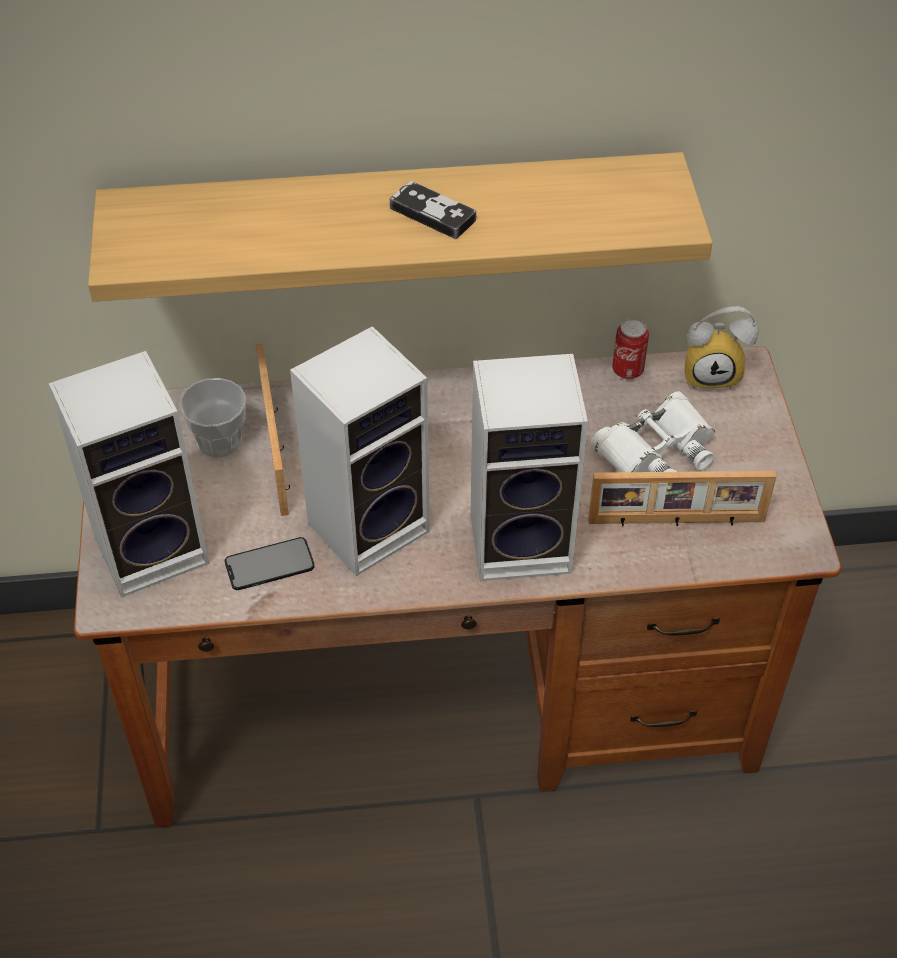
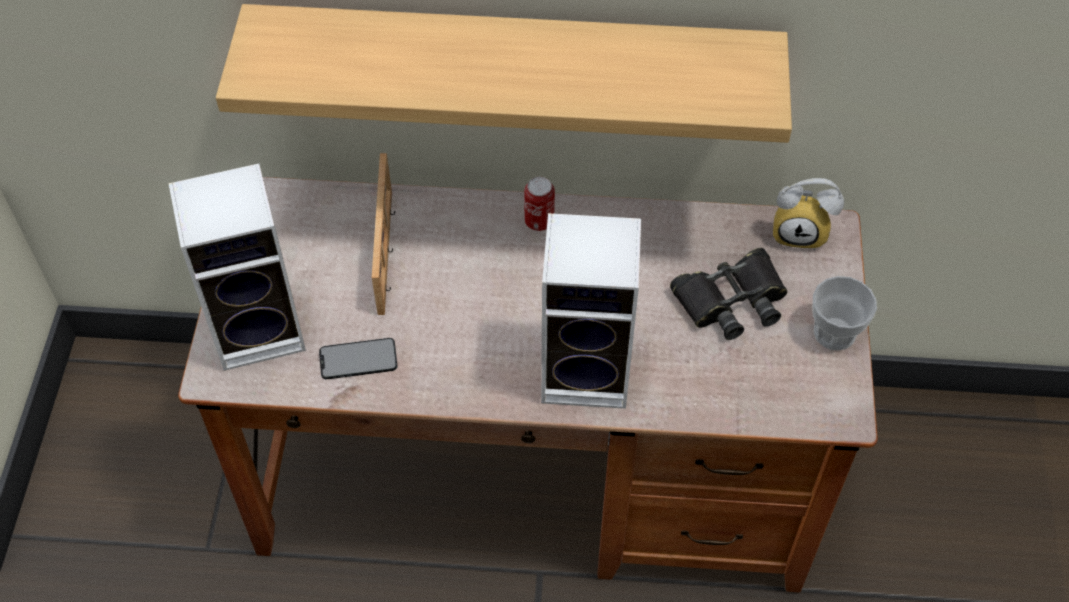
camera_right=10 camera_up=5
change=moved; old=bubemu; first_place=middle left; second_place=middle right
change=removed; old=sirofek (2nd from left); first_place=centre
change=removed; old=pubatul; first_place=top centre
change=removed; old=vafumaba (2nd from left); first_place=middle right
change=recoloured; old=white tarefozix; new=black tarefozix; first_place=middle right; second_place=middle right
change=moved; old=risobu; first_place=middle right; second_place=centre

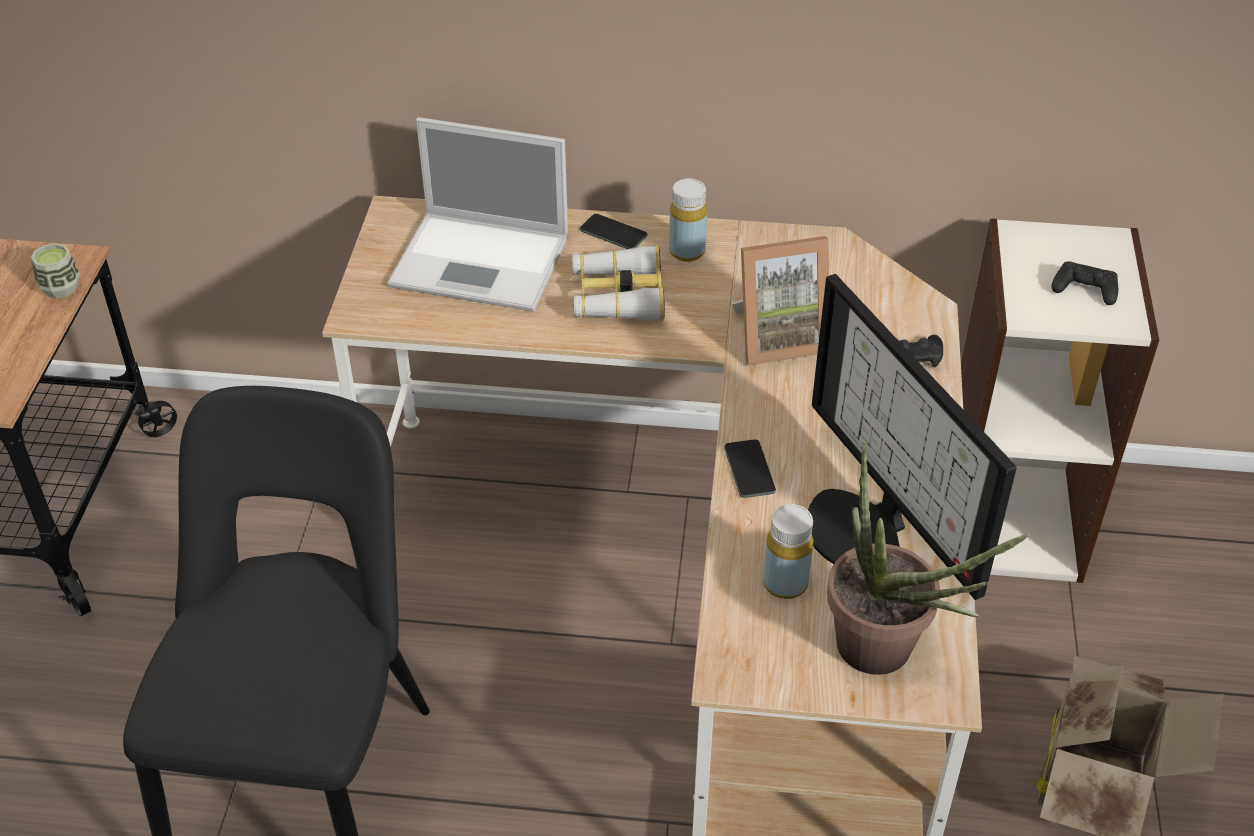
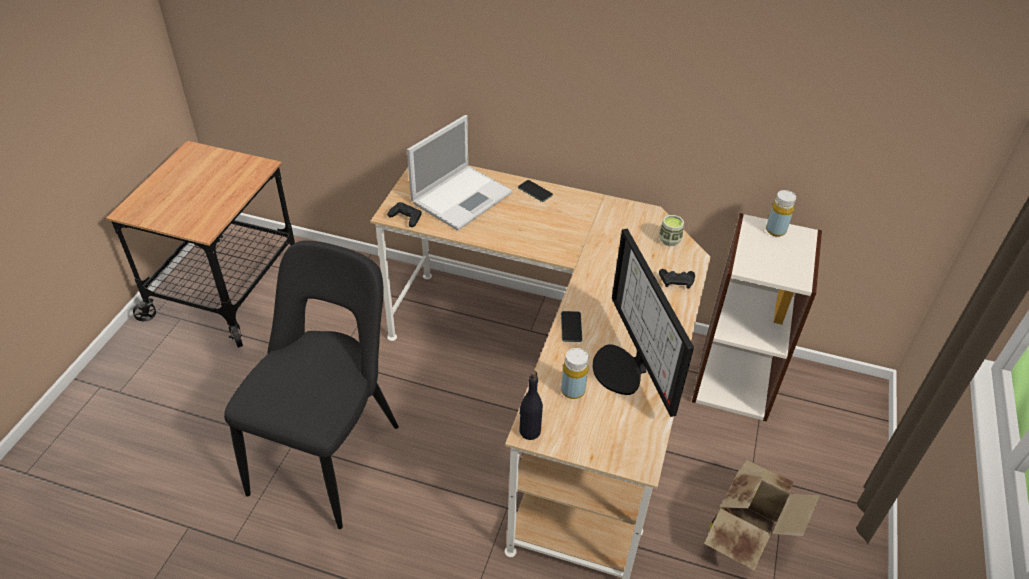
camera_right=10 camera_up=0
change=moved; old=bubemu; first_place=top left; second_place=centre
change=turned; old=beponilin; first_place=top centre; second_place=top centre; degrees=-75
change=removed; old=tarefozix; first_place=centre
change=moved; old=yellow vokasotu (1st from left in the first image); new=yellow vokasotu (2nd from left); first_place=top centre; second_place=middle right
change=removed; old=vafumaba; first_place=centre
change=removed; old=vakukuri; first_place=bottom right
change=moved; old=black pubatul (2nd from left in the first image); new=black pubatul (1st from left); first_place=middle right; second_place=centre
change=added; new=black vokasotu; second_place=bottom centre

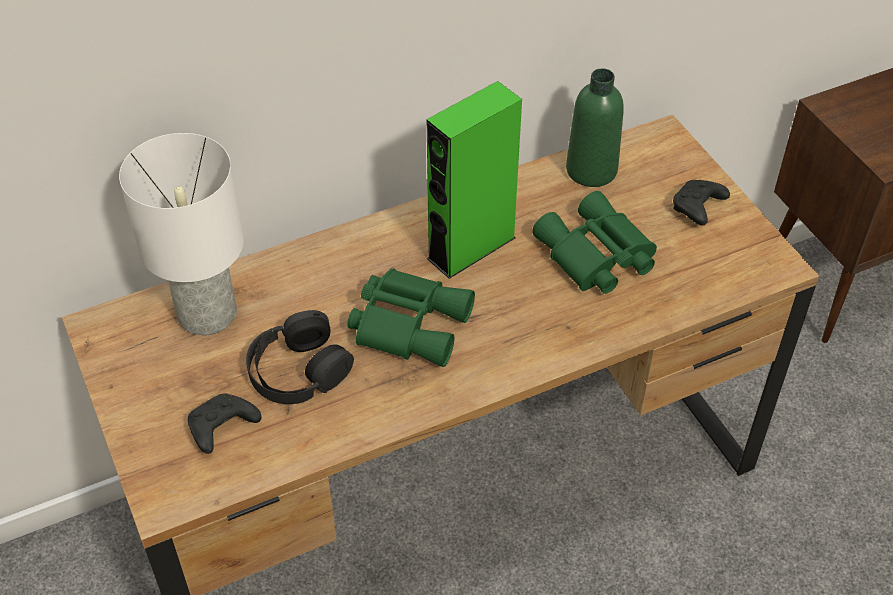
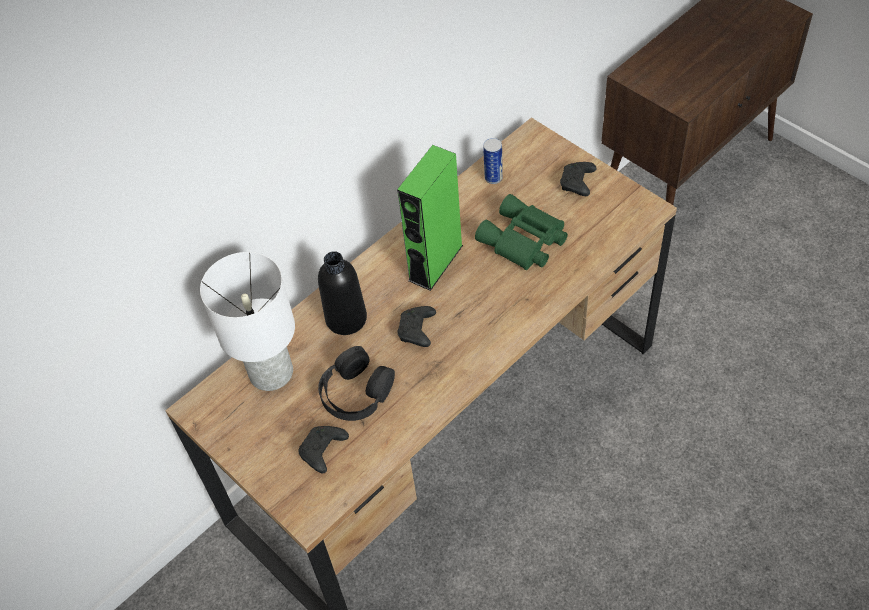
camera_right=-15 camera_up=5
change=replaced; old=green tarefozix (1st from left); new=black pubatul (2nd from left); first_place=centre; second_place=centre
change=replaced; old=green vokasotu; new=risobu; first_place=top centre; second_place=top centre
change=added; new=black vokasotu; second_place=centre

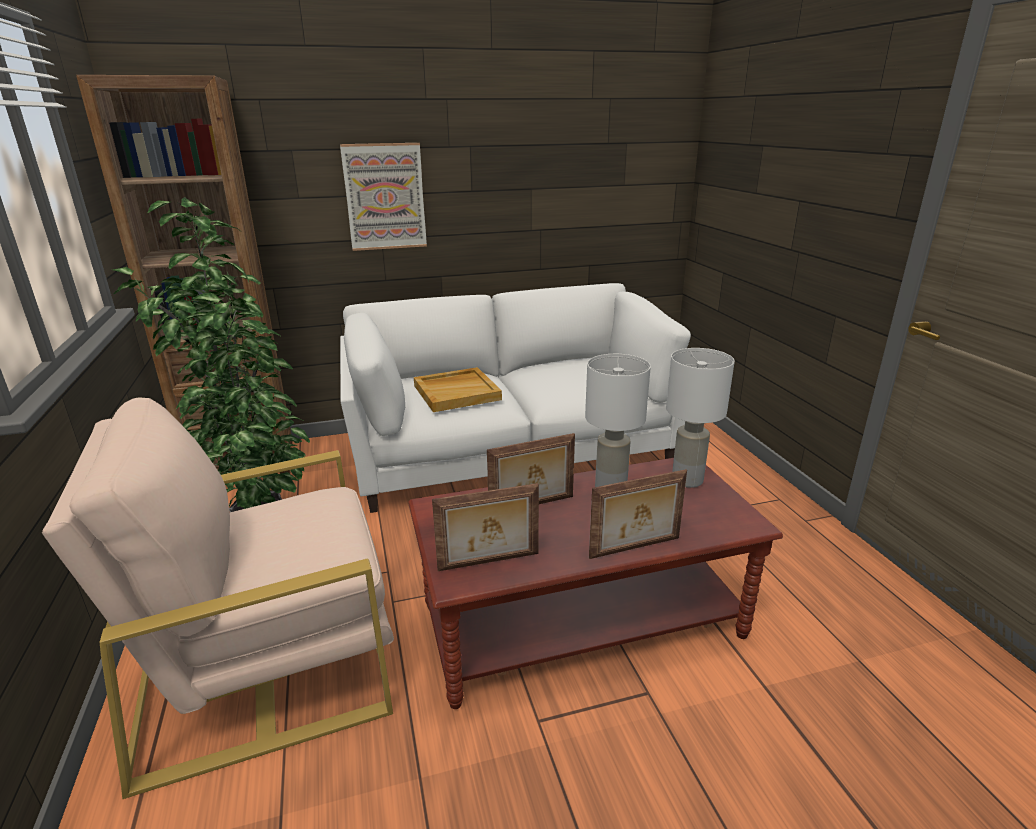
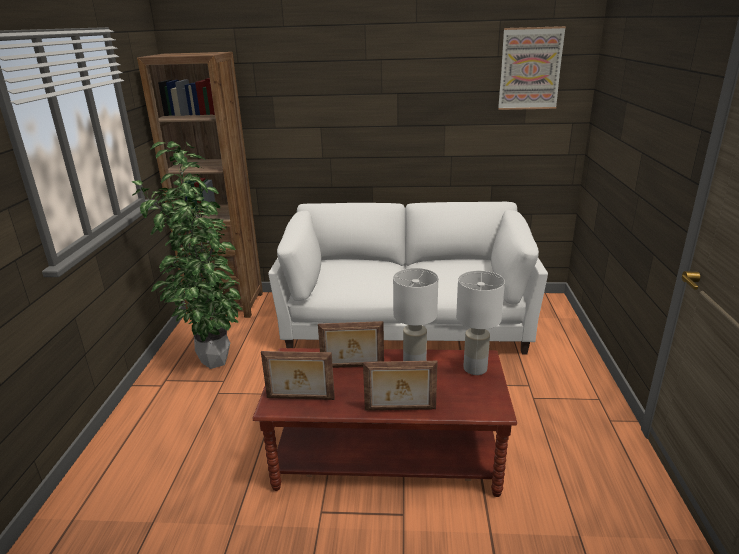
camera_right=20 camera_up=0
change=removed; old=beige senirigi; first_place=bottom left
change=moved; old=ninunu; first_place=top centre; second_place=top right
change=removed; old=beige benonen; first_place=centre

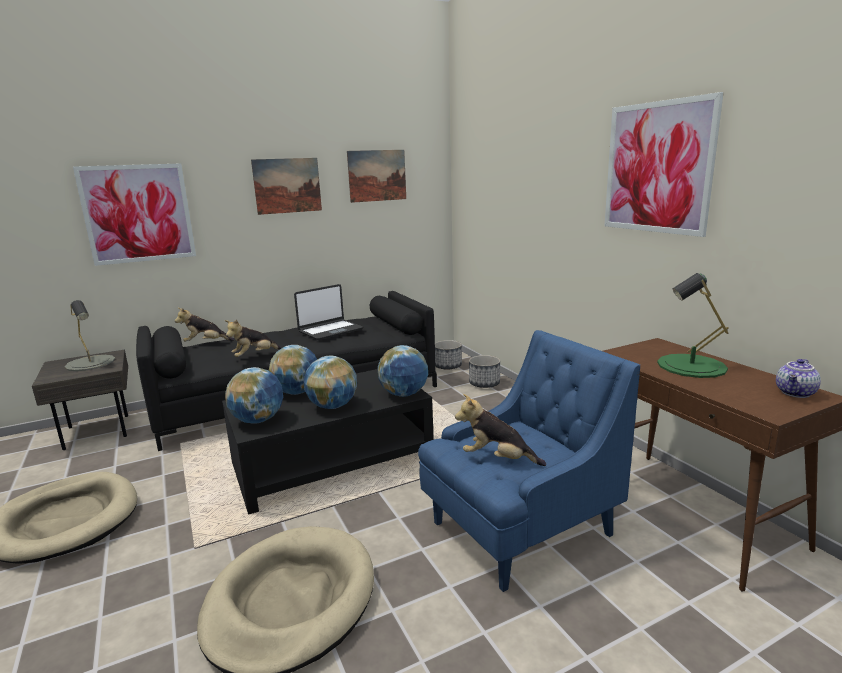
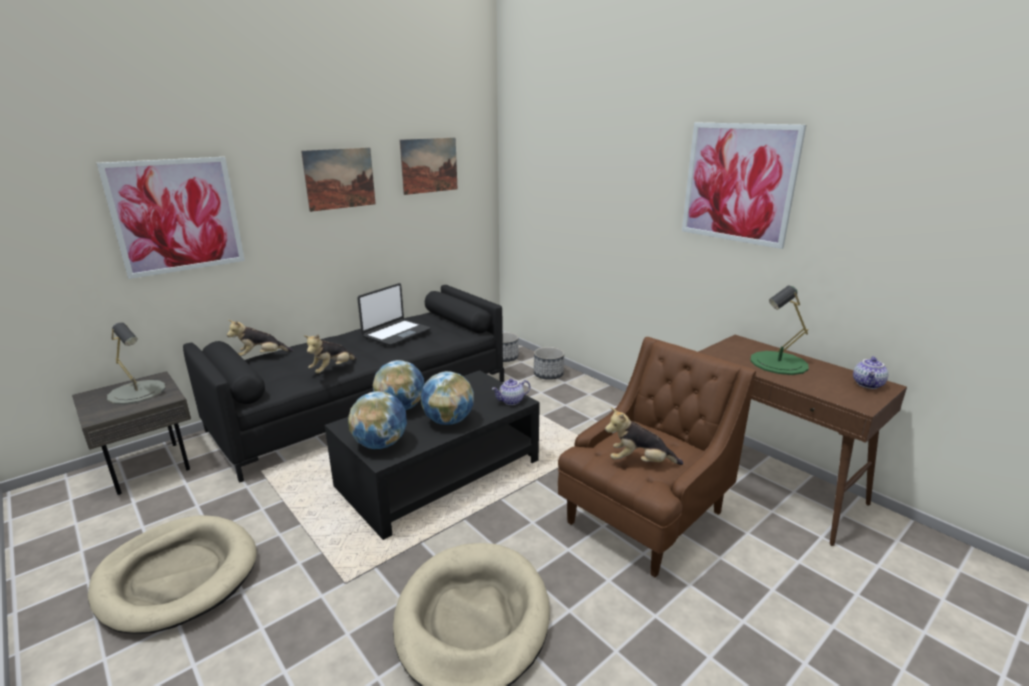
camera_right=-15 camera_up=5
change=replaced; old=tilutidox (4th from left); new=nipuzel (1st from left); first_place=centre; second_place=centre
change=recoloured; old=blue senirigi; new=brown senirigi; first_place=bottom centre; second_place=centre

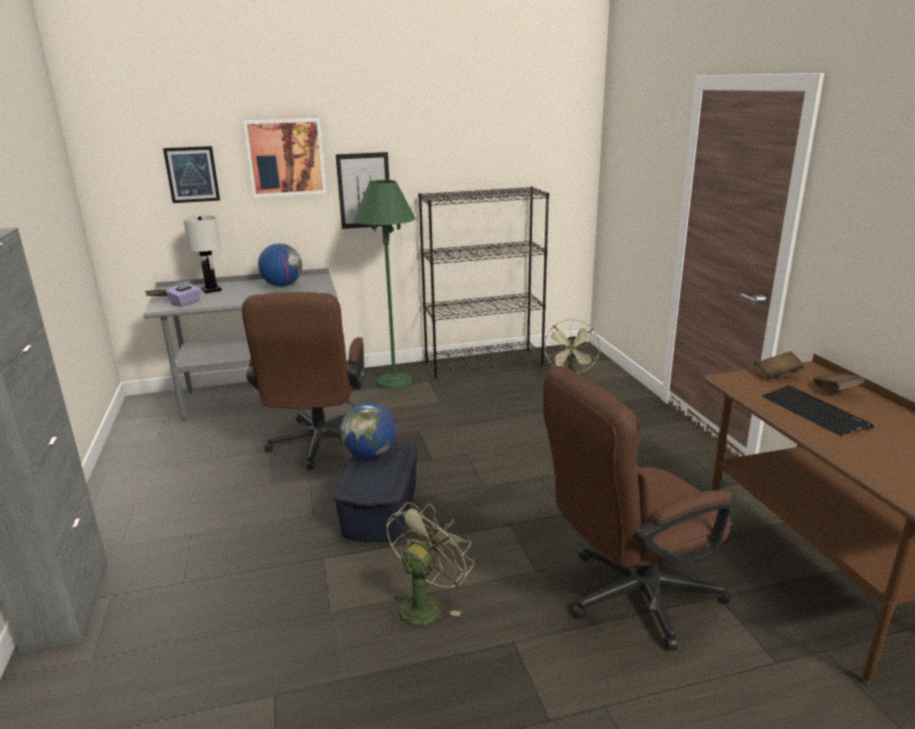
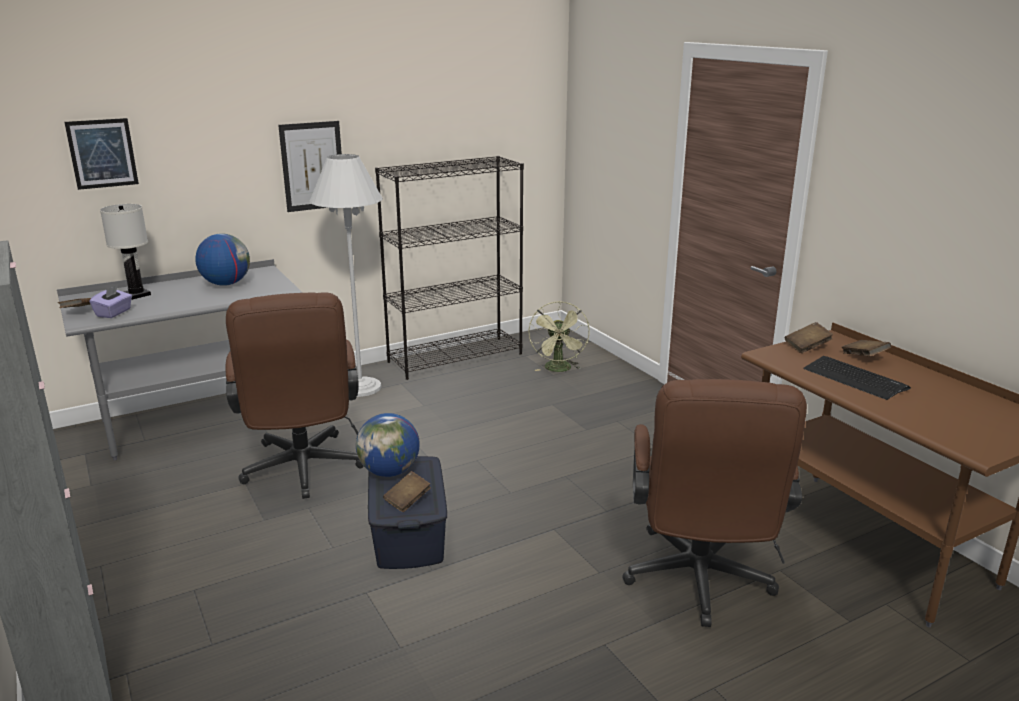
camera_right=-15 camera_up=0
change=removed; old=ninunu (2nd from left); first_place=top left
change=recoloured; old=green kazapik; new=white kazapik; first_place=centre; second_place=centre
change=removed; old=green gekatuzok (1st from left); first_place=bottom centre
change=turned; old=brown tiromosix (2nd from left); first_place=bottom right; second_place=bottom right; degrees=-45
change=added; new=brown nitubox (2nd from left); second_place=bottom centre

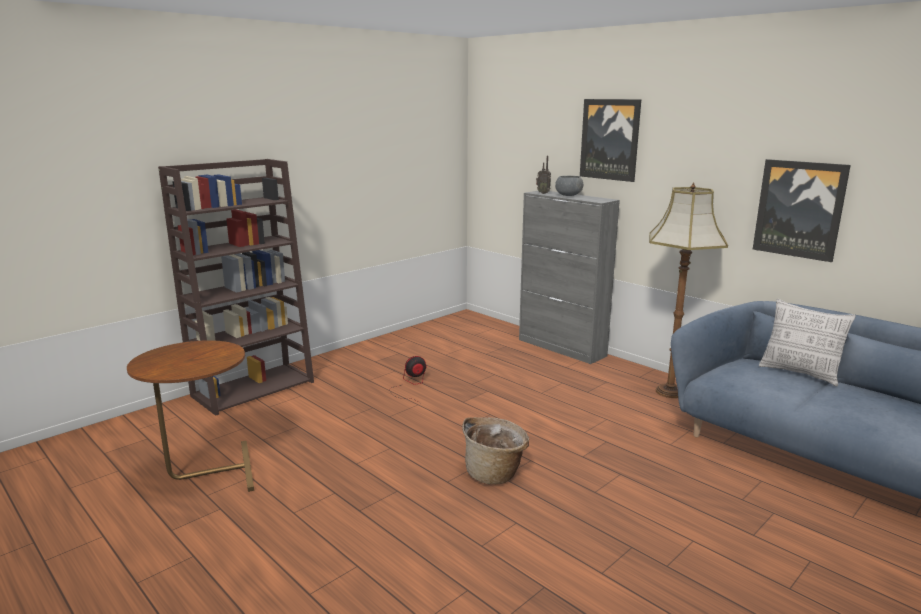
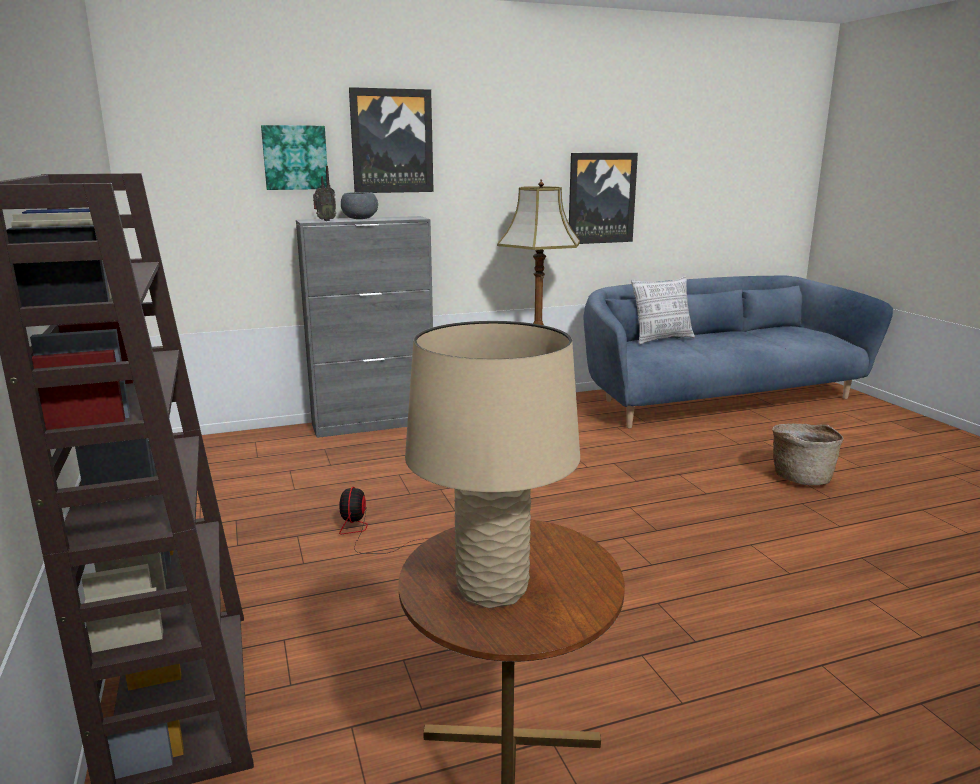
camera_right=-65 camera_up=0
change=moved; old=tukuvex; first_place=bottom centre; second_place=middle right
change=added; new=ninunu (1st from left); second_place=top left
change=added; new=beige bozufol; second_place=centre

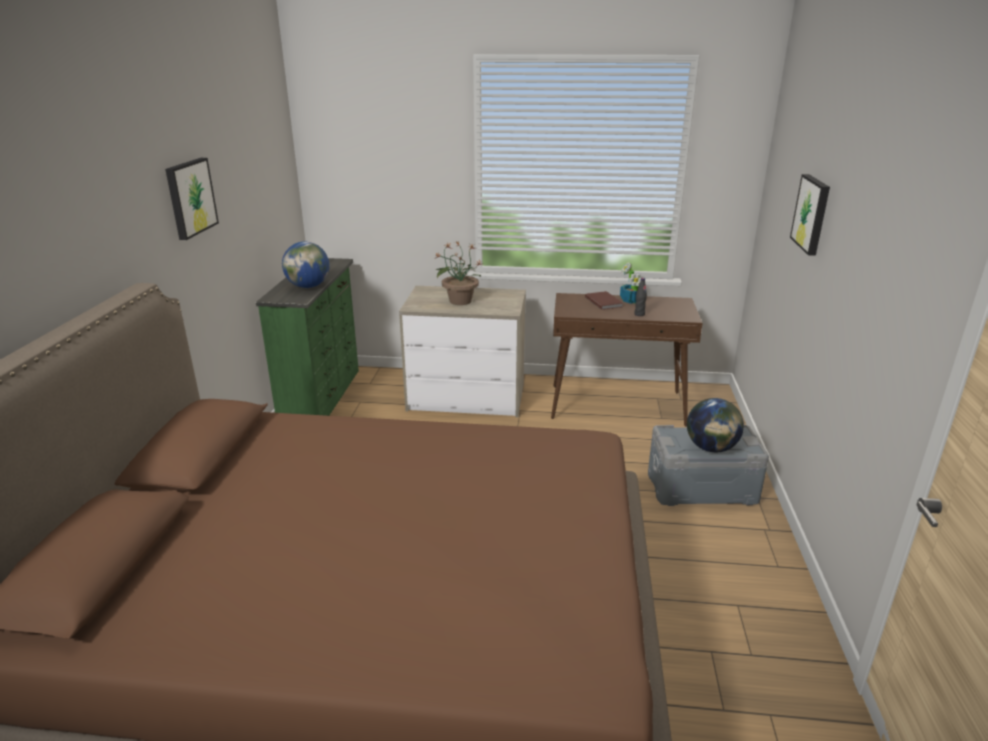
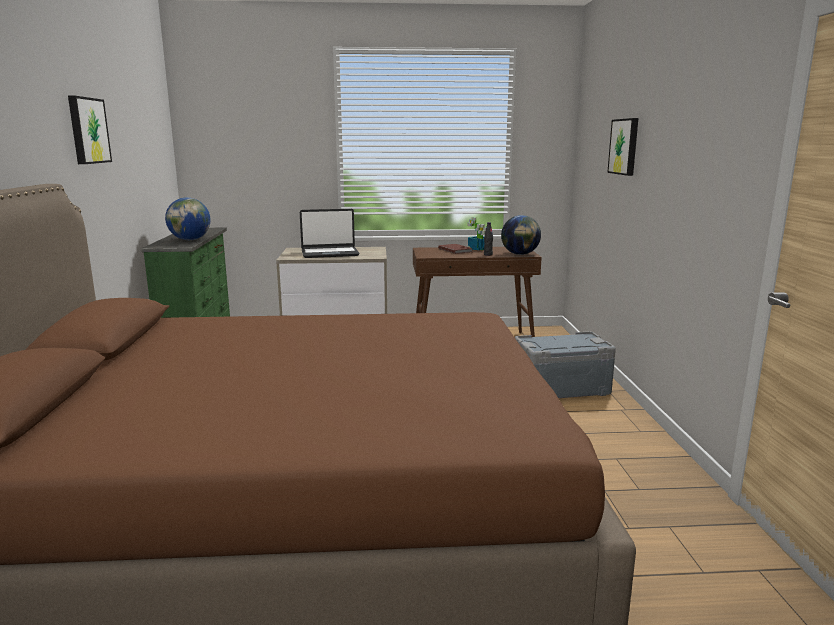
camera_right=-10 camera_up=-10
change=replaced; old=vakukuri (1st from left); new=beponilin; first_place=centre; second_place=centre
change=moved; old=tilutidox (2nd from left); first_place=middle right; second_place=centre

